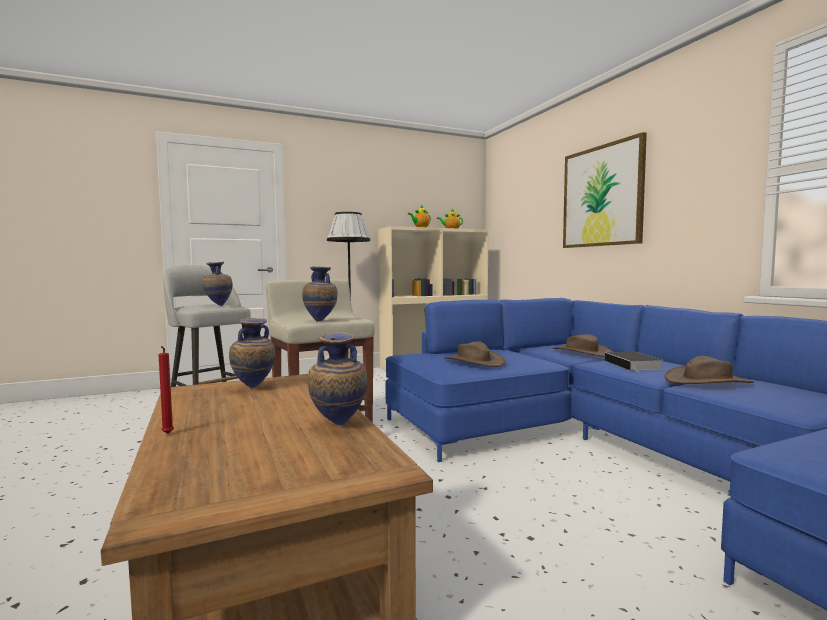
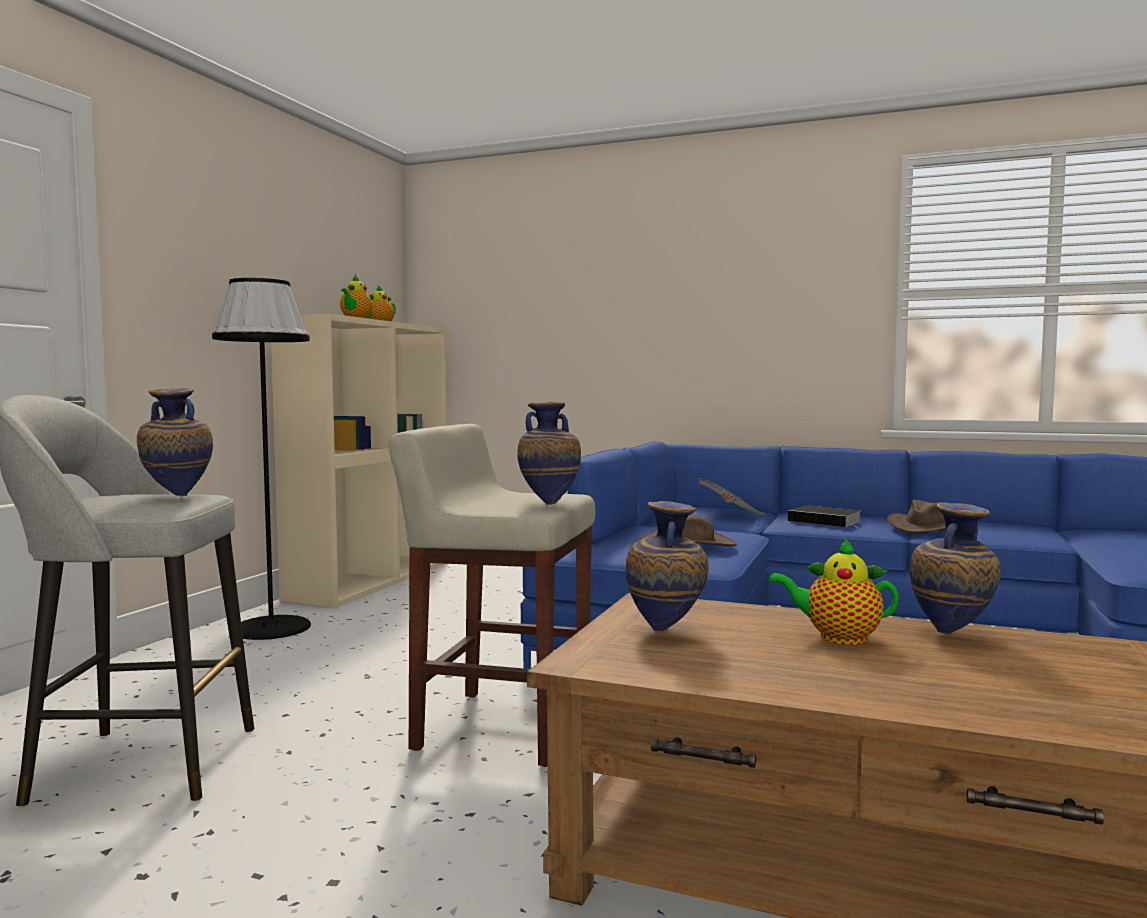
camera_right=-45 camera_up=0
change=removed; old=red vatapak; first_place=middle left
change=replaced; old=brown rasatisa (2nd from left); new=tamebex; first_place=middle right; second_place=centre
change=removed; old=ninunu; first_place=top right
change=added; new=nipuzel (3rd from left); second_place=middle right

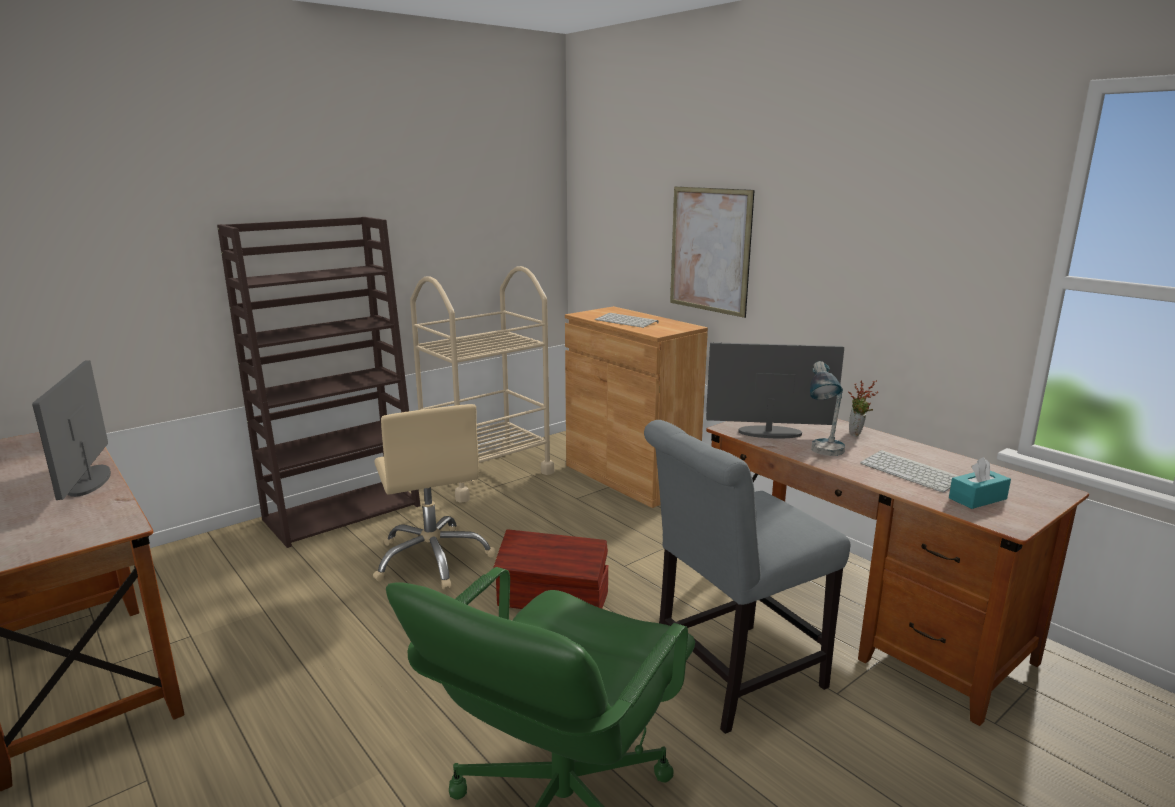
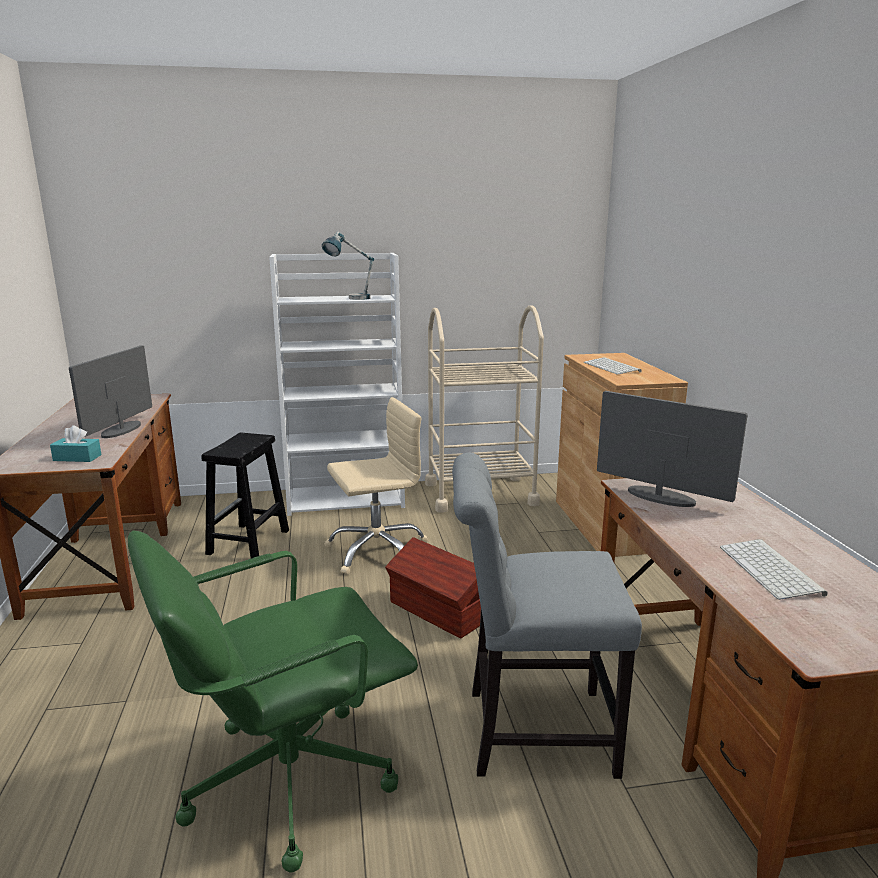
camera_right=30 camera_up=0
change=recoloured; old=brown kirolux; new=white kirolux; first_place=middle left; second_place=centre
change=turned; old=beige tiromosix; first_place=centre; second_place=centre; degrees=-120
change=removed; old=ninunu; first_place=top centre
change=moved; old=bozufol; first_place=middle right; second_place=top centre
change=removed; old=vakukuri; first_place=middle right
change=moved; old=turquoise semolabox; first_place=middle right; second_place=middle left
change=added; new=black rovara; second_place=middle left

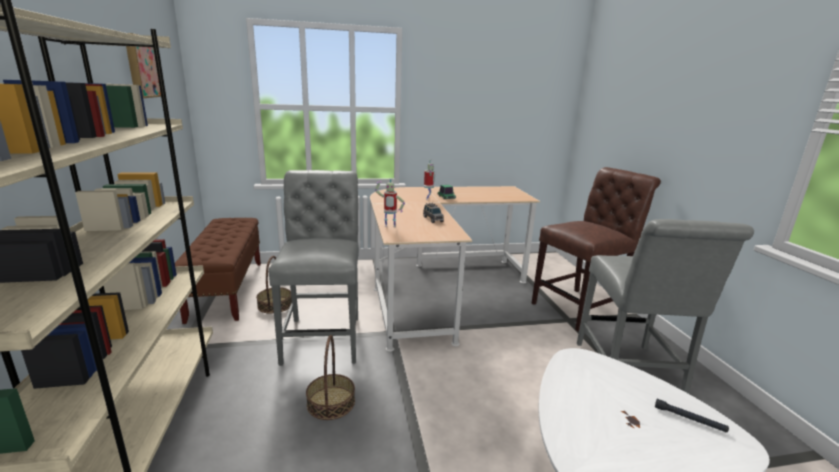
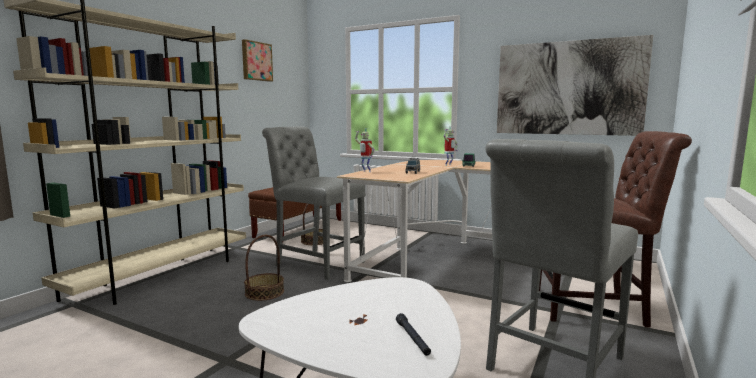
camera_right=40 camera_up=-10
change=turned; old=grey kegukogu (1st from left); first_place=centre; second_place=centre; degrees=-90
change=added; new=ninunu (2nd from left); second_place=top right

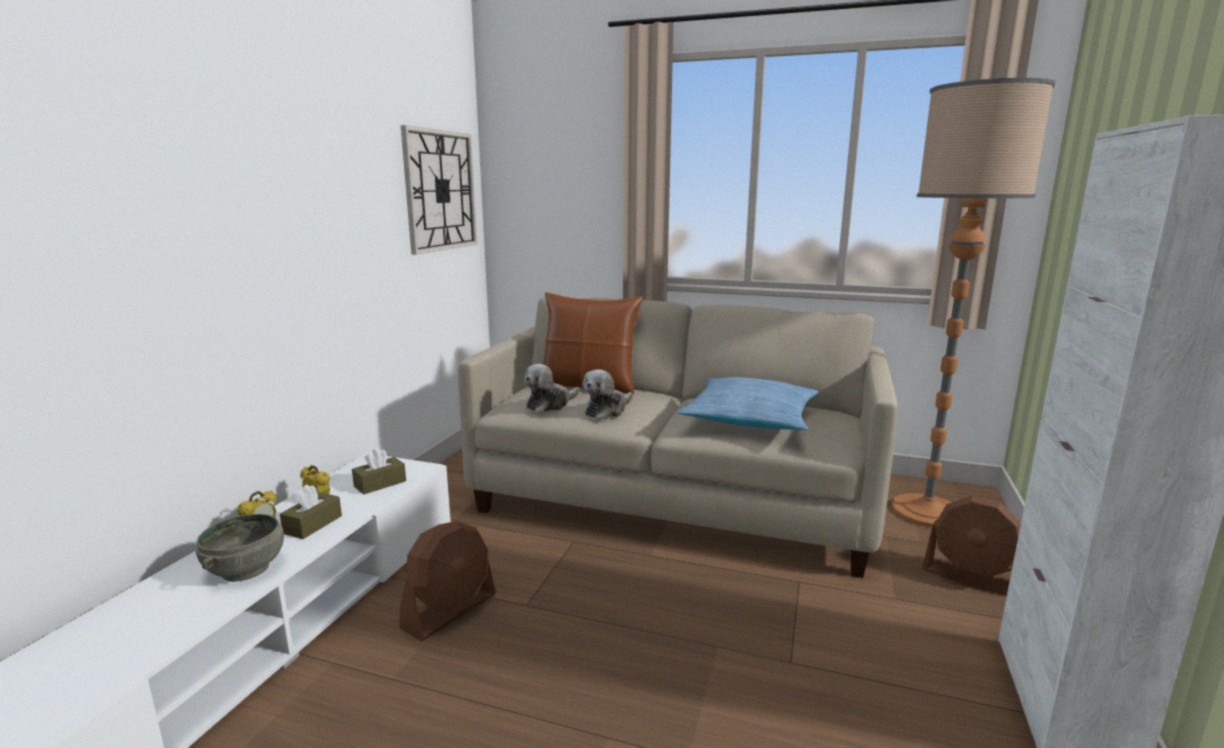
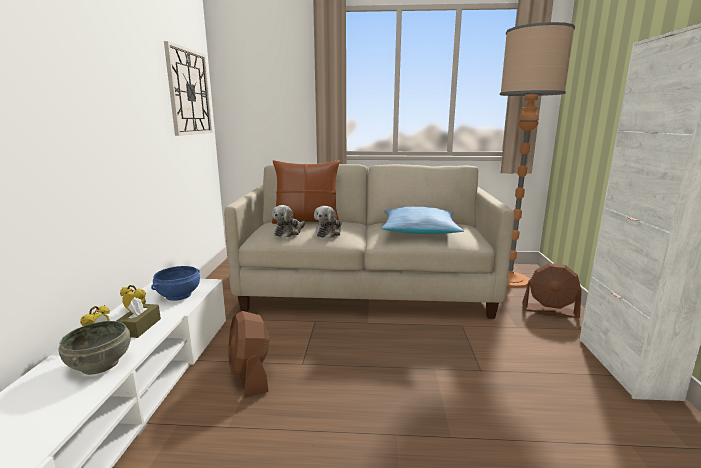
camera_right=-15 camera_up=0
change=replaced; old=brown semolabox (2nd from left); new=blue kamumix; first_place=middle left; second_place=middle left
change=turned; old=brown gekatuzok (1st from left); first_place=bottom centre; second_place=bottom centre; degrees=135

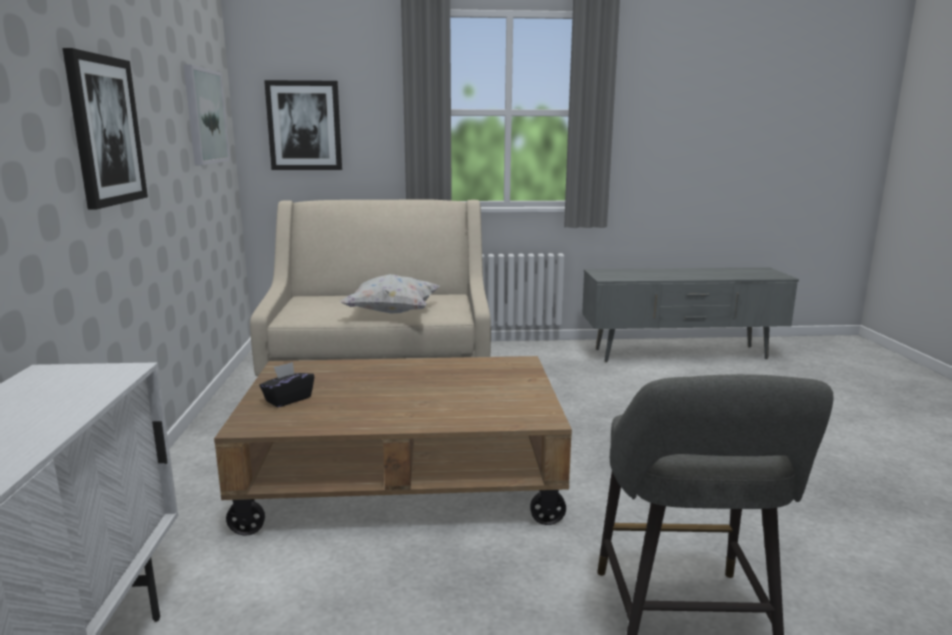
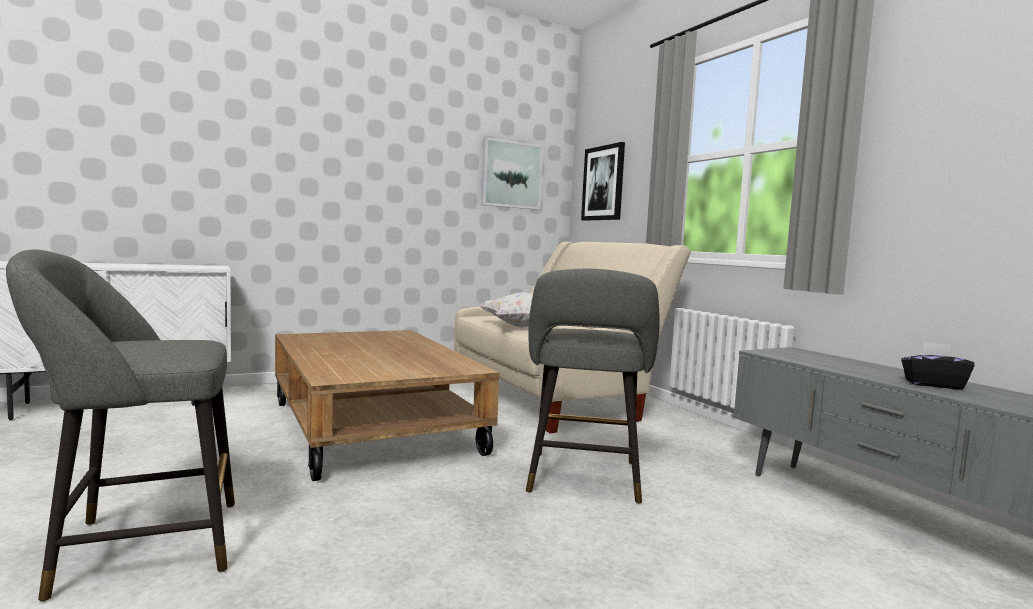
camera_right=65 camera_up=-10
change=removed; old=ninunu (1st from left); first_place=top left
change=moved; old=black semolabox; first_place=middle left; second_place=middle right
change=added; new=grey rovara (2nd from left); second_place=centre

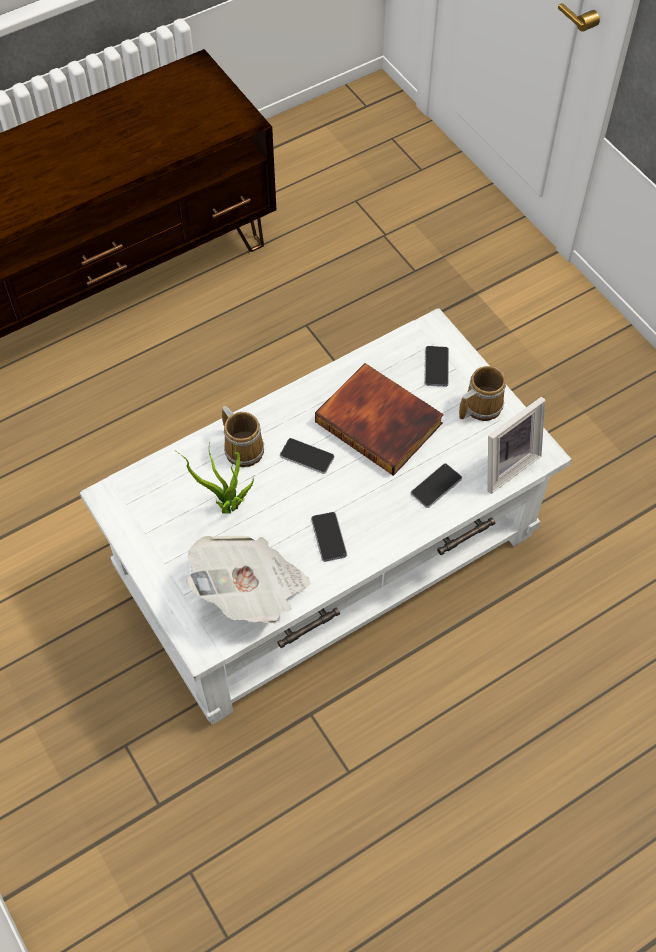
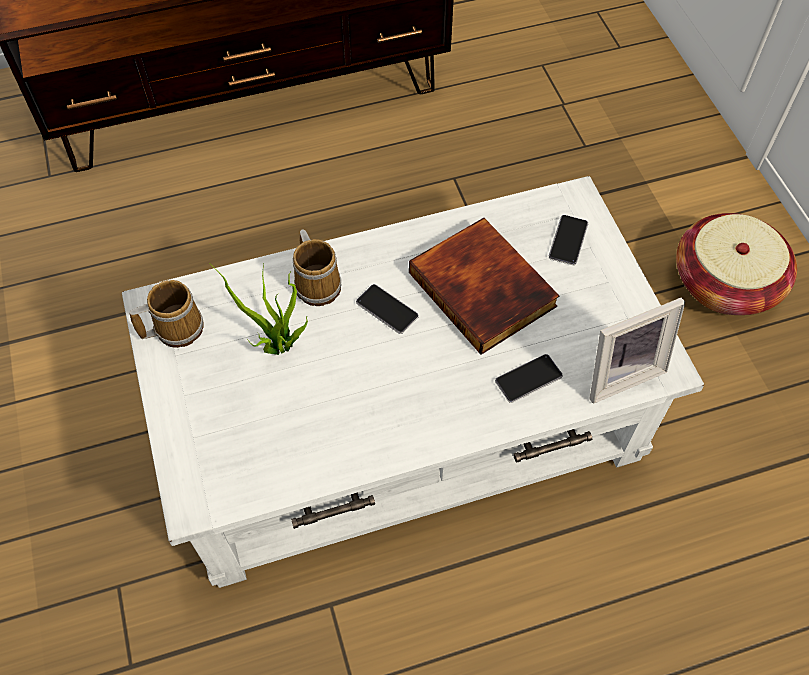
camera_right=15 camera_up=0
change=removed; old=tamebex; first_place=centre
change=removed; old=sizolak (2nd from left); first_place=centre
change=moved; old=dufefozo (2nd from left in the first image); new=dufefozo (1st from left); first_place=middle right; second_place=middle left
change=added; new=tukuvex; second_place=middle right

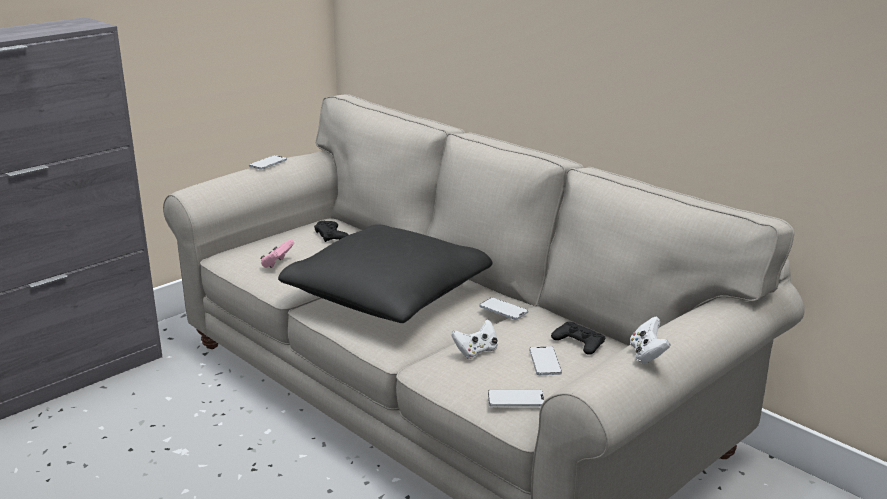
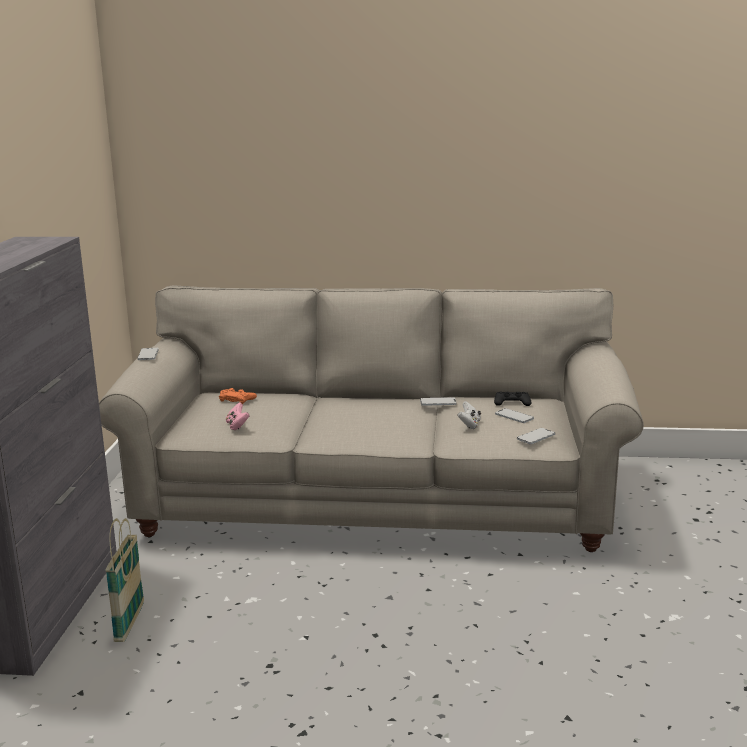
camera_right=-40 camera_up=-5
change=removed; old=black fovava; first_place=centre
change=recoloured; old=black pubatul (1st from left); new=orange pubatul; first_place=centre; second_place=middle left
change=removed; old=white pubatul (2nd from left); first_place=bottom right
change=added; new=tukuvex; second_place=bottom left

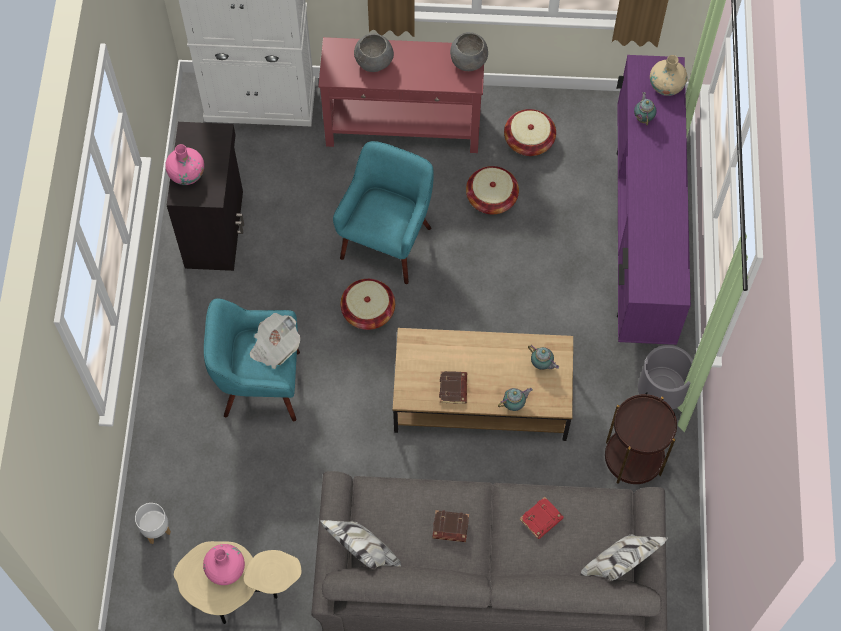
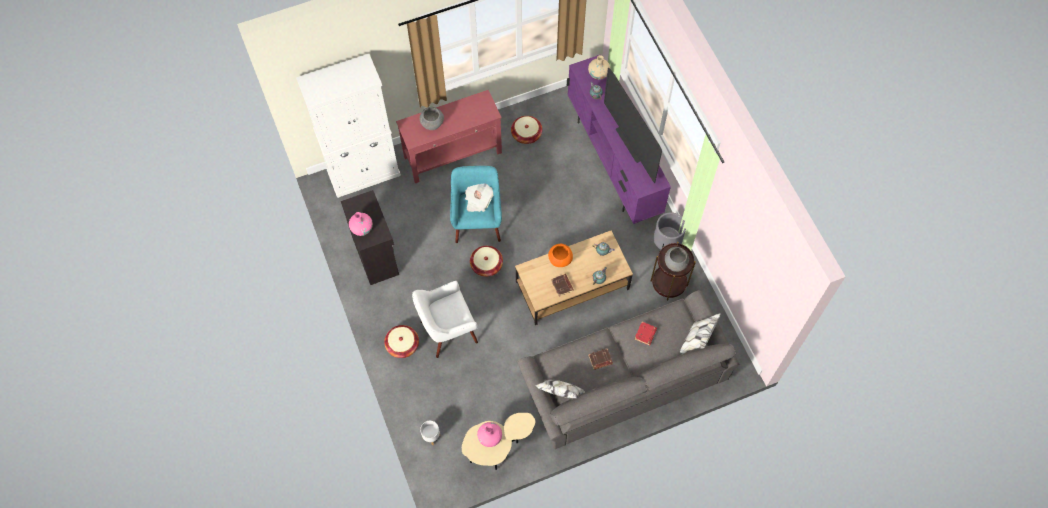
camera_right=-25 camera_up=0
change=recoloured; old=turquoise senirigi (1st from left); new=white senirigi; first_place=middle left; second_place=centre
change=moved; old=tamebex; first_place=middle left; second_place=centre
change=moved; old=grey kamumix (2nd from left); first_place=top centre; second_place=centre
change=moved; old=tukuvex (2nd from left in the first image); new=tukuvex (1st from left); first_place=top centre; second_place=bottom centre
change=added; new=orange kamumix; second_place=centre
change=added; new=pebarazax; second_place=top centre

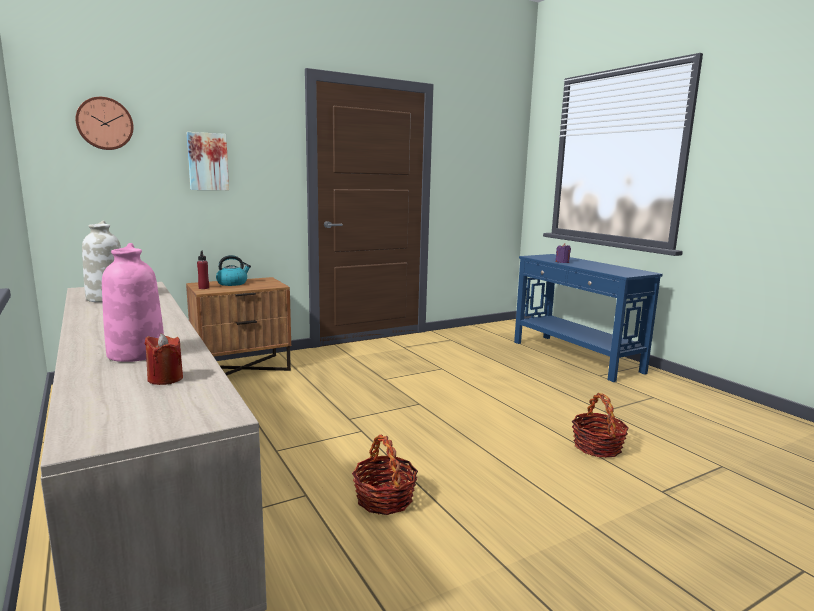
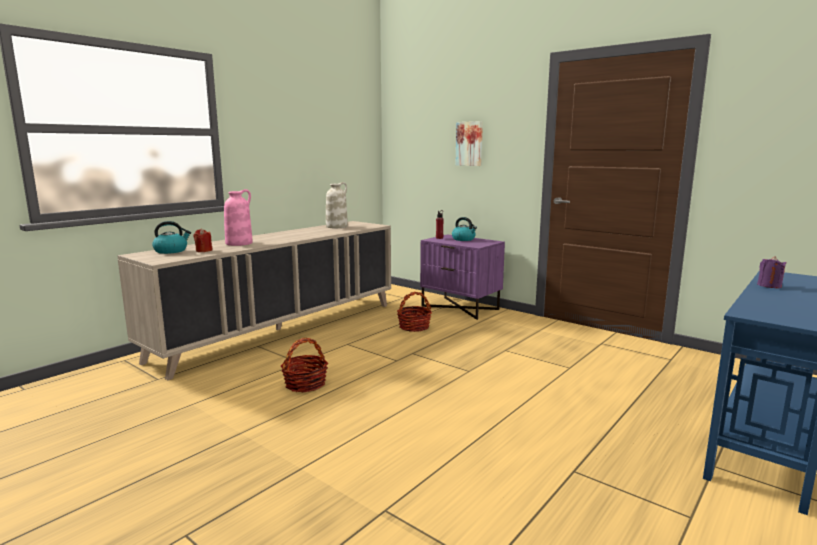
camera_right=70 camera_up=0
change=removed; old=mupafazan; first_place=top left
change=recoloured; old=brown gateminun; new=purple gateminun; first_place=middle left; second_place=centre
change=moved; old=tukuvex (2nd from left); first_place=bottom right; second_place=centre
change=added; new=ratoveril (1st from left); second_place=middle left

